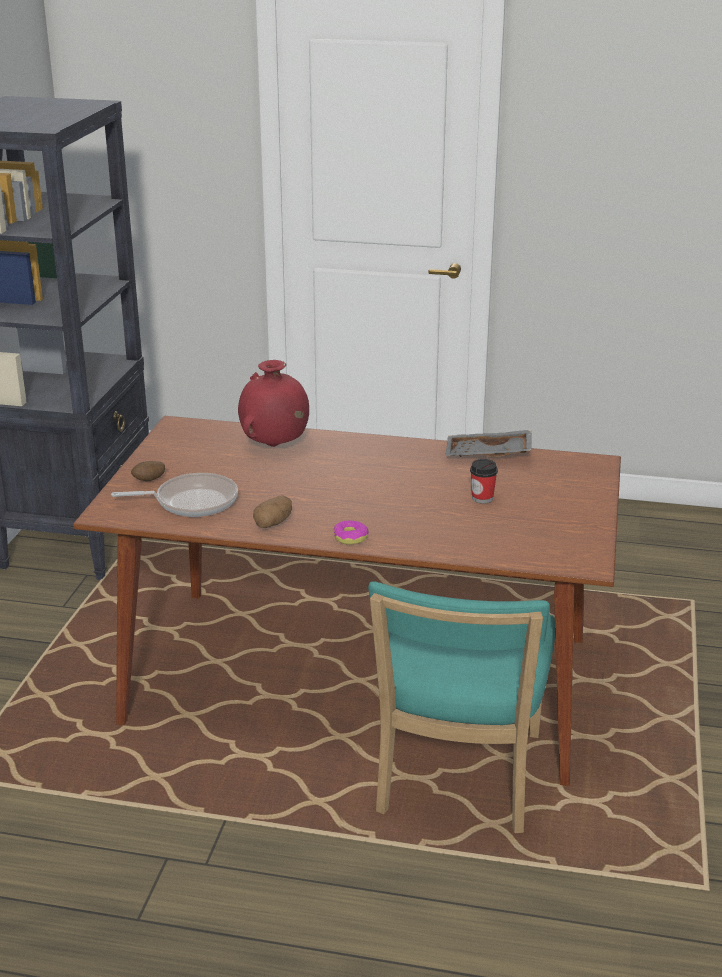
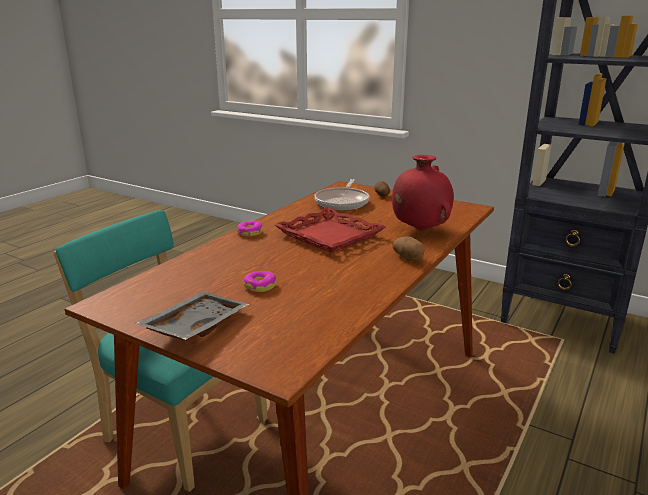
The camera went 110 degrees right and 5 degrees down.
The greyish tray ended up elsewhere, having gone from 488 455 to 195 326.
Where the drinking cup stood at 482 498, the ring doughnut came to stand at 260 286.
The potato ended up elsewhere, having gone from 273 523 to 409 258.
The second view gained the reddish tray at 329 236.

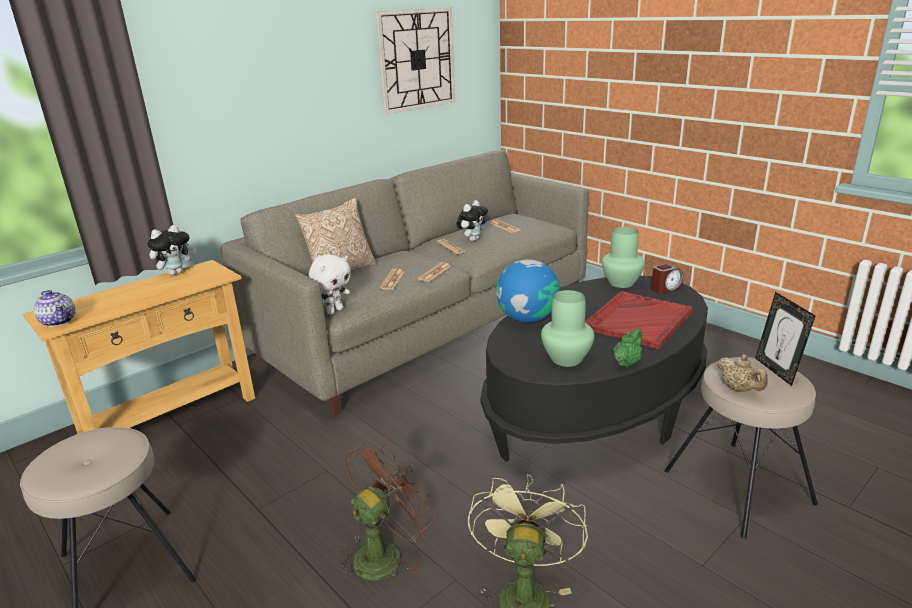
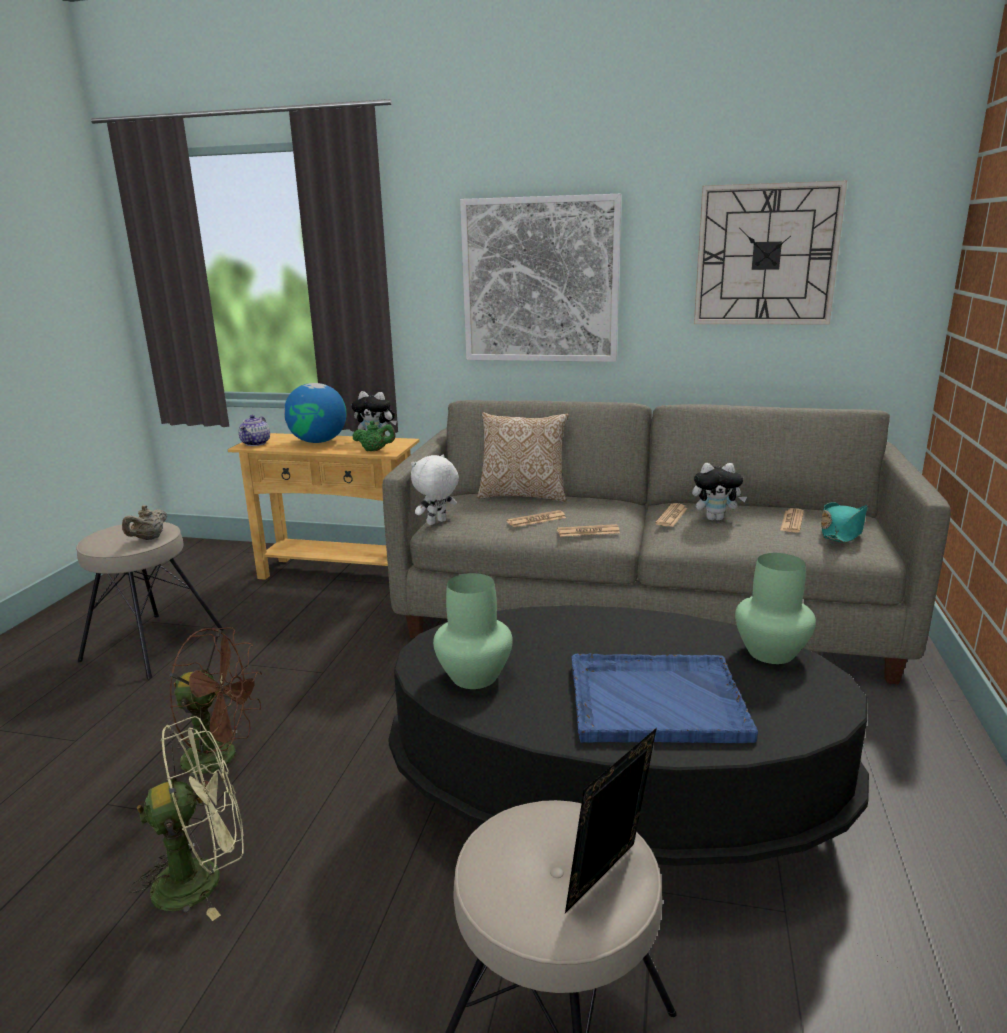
The camera went 55 degrees right and 5 degrees down.
The whitish cuddly toy at 334 311 ended up facing another way, 135 degrees clockwise from before.
The globe ended up elsewhere, having gone from 527 318 to 318 441.
The second view lost the bedside clock at 665 288.
What was the reddish tray at 637 321 turned into the bluish tray at 654 700.
The greenish tea pot ended up elsewhere, having gone from 626 362 to 375 450.
The beige-coloured tea pot ended up elsewhere, having gone from 739 389 to 149 539.
The second view gained the wall picture at 540 281.
The second view gained the blue-green hat at 841 532.

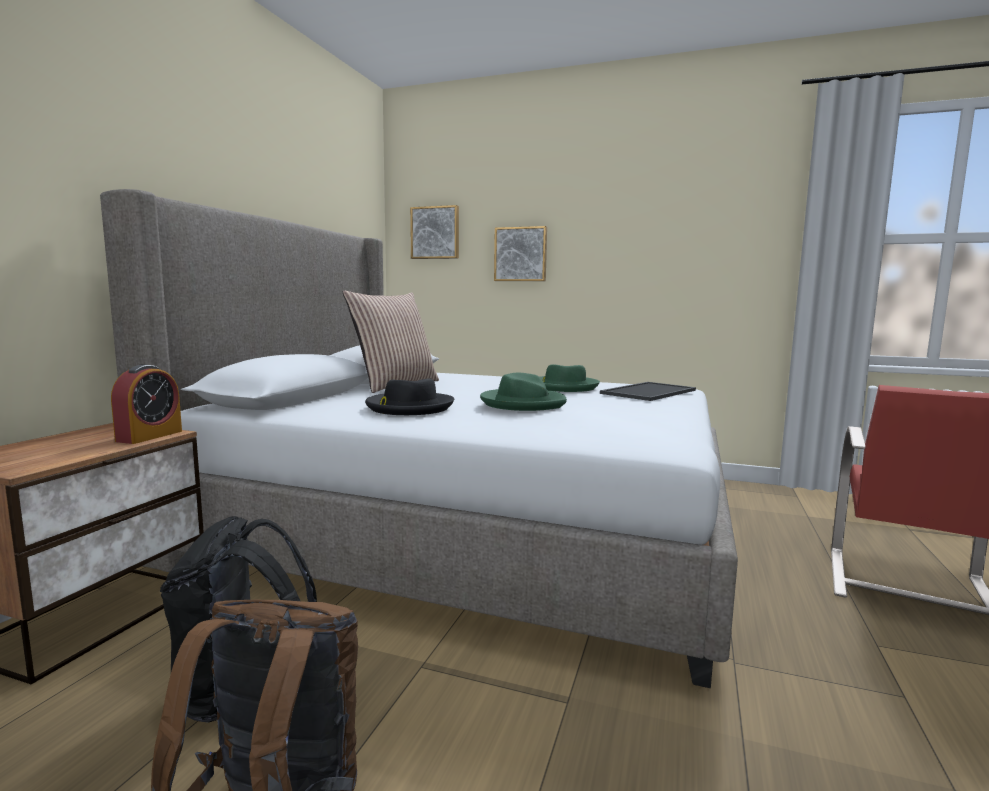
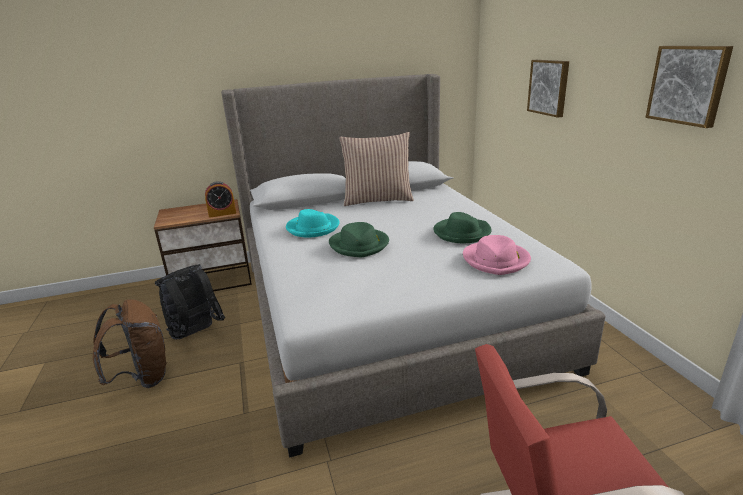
The camera went 55 degrees right and 15 degrees up.
The wall picture ended up elsewhere, having gone from 435 233 to 688 85.
What was the black hat at 409 407 turned into the blue-green hat at 313 228.
Where the tray stood at 648 391, the pink hat came to stand at 496 260.

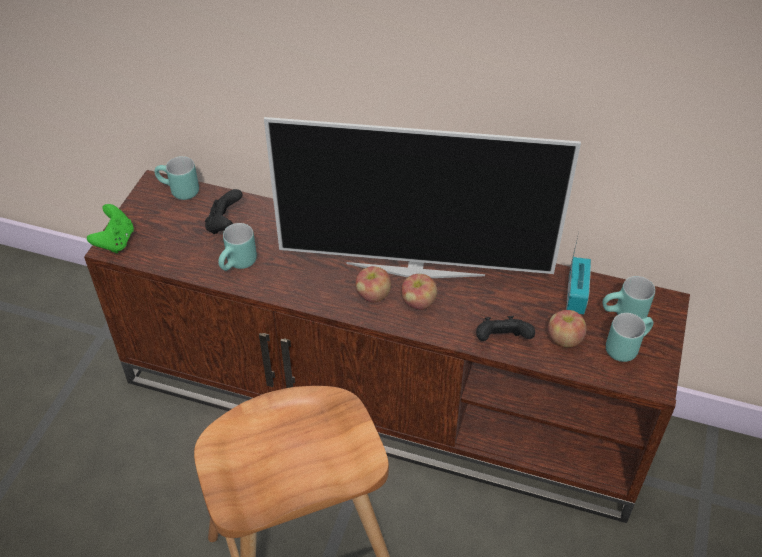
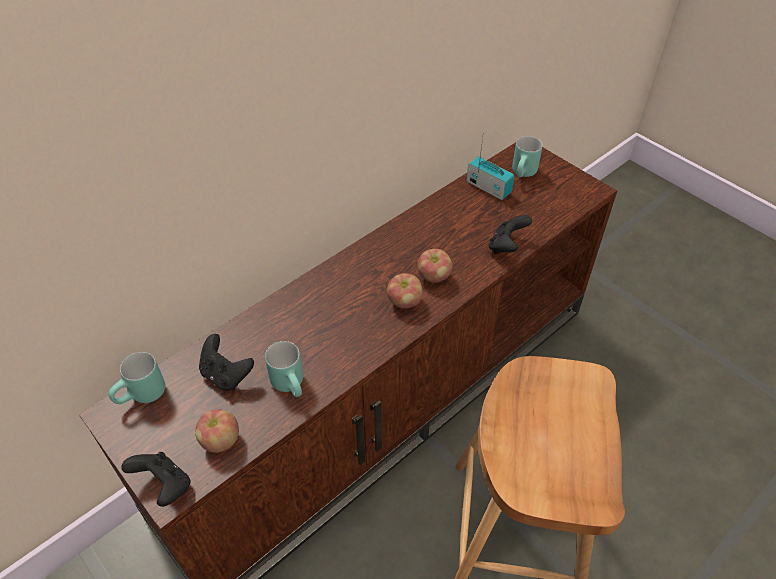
The camera went 60 degrees left and 0 degrees up.
The second view lost the TV at 415 268.
What was the greenish joypad at 115 241 turned into the black joypad at 164 486.
The apple fruit ended up elsewhere, having gone from 564 339 to 220 441.
The second view lost the blue-green mug at 625 345.

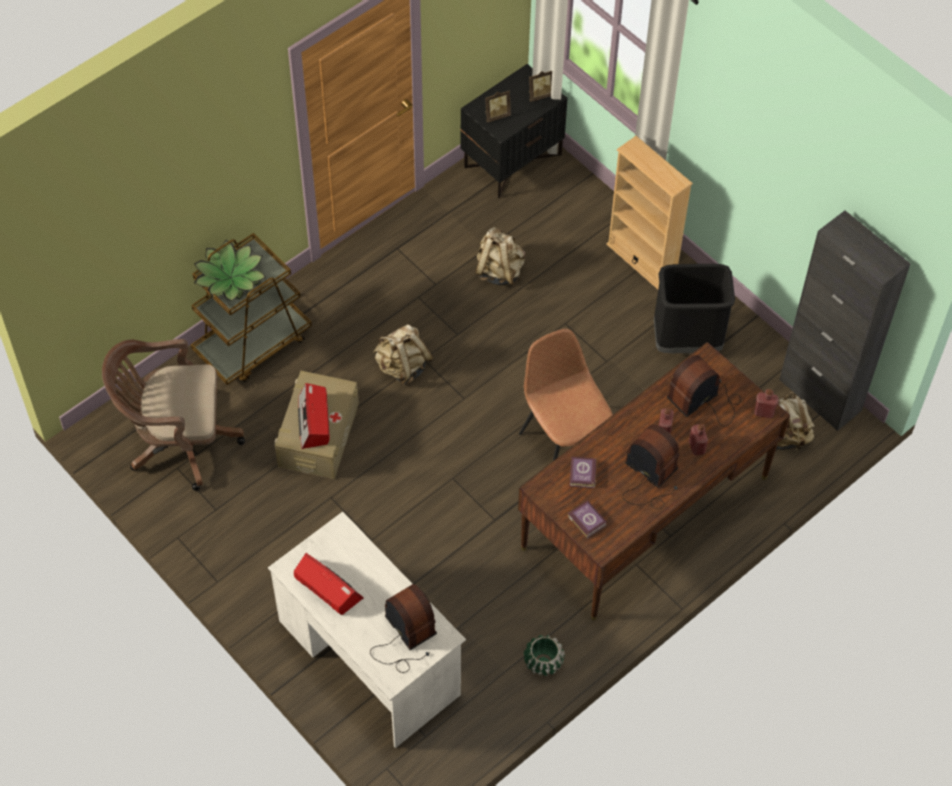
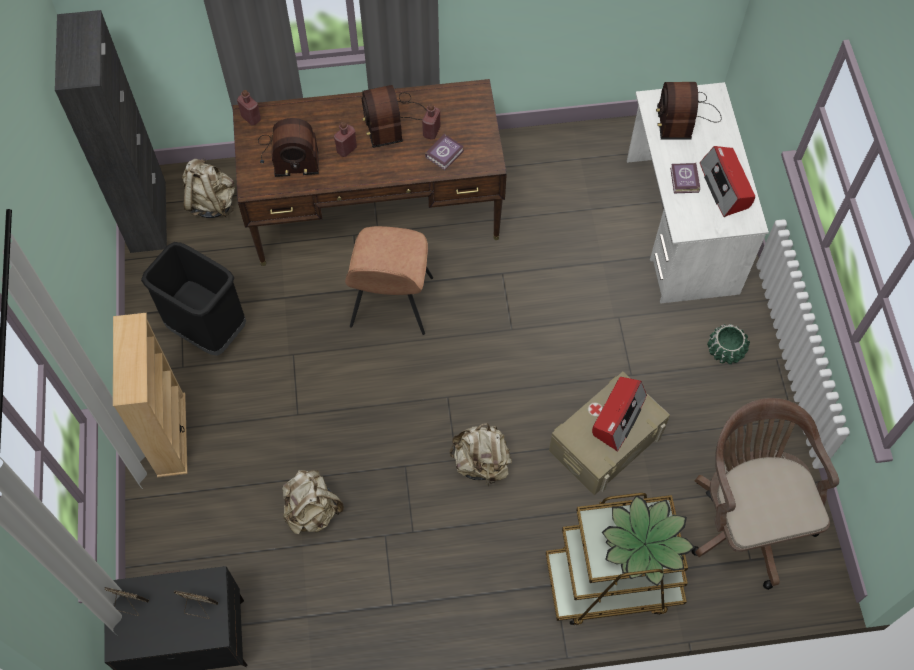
The camera went 145 degrees left and 5 degrees up.
The brownish computer chair at 177 441 ended up facing another way, 135 degrees counterclockwise from before.
The reddish bottle ended up elsewhere, having gone from 696 447 to 431 132.
The bound book ended up elsewhere, having gone from 587 520 to 684 181.
The greenish plant pot ended up elsewhere, having gone from 543 662 to 725 350.

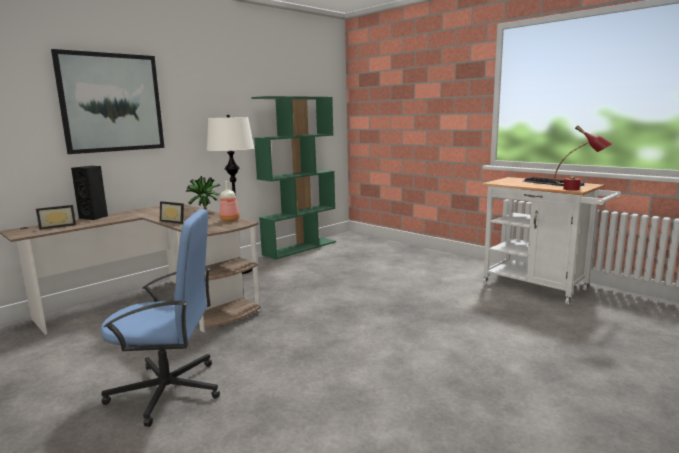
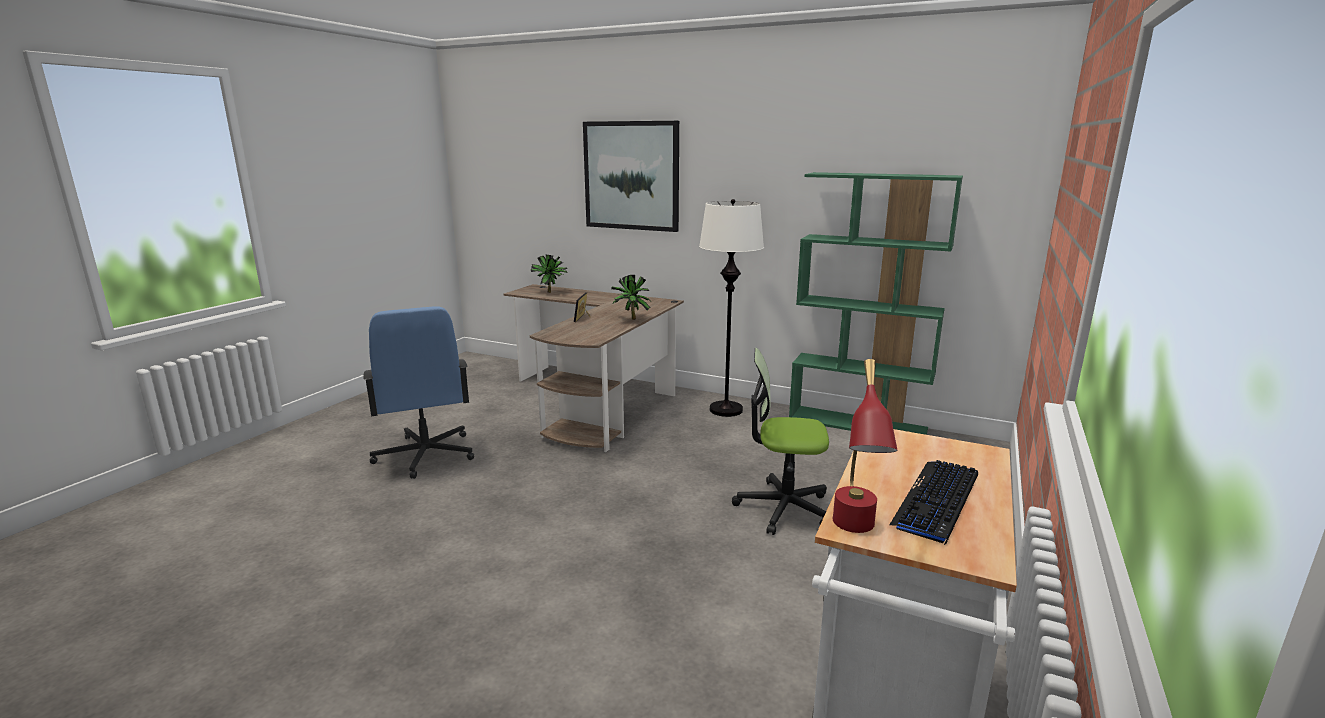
The camera went 70 degrees right and 5 degrees up.
The second view lost the black audio speaker at 94 217.
The second view lost the bottle at 230 220.
Where the photo frame stood at 57 226, the plant in a pot came to stand at 551 292.
The second view gained the computer chair at 783 508.

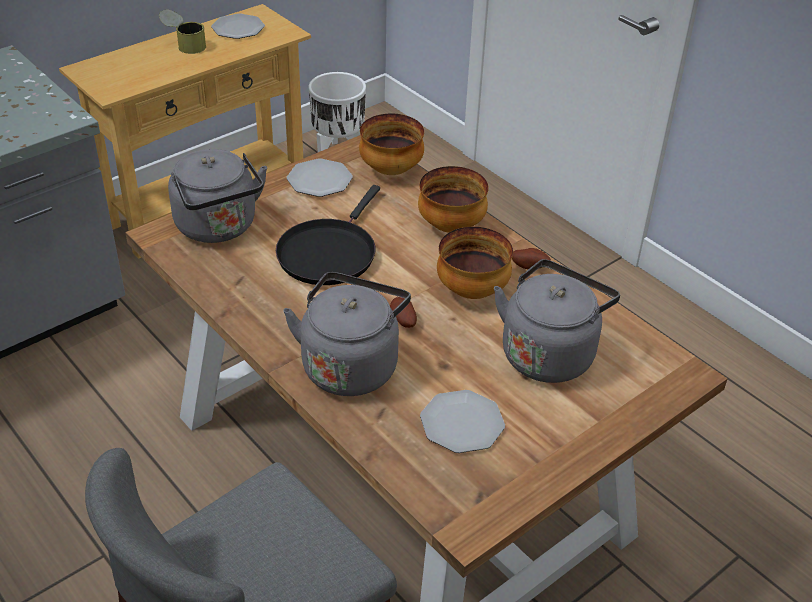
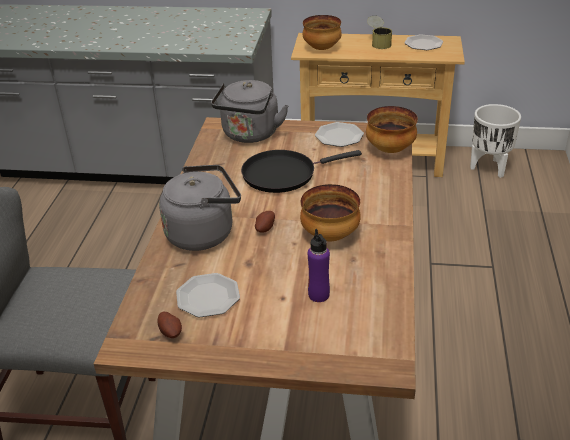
The camera went 50 degrees right and 5 degrees down.
The serving bowl ended up elsewhere, having gone from 452 226 to 322 48.
The potato ended up elsewhere, having gone from 529 266 to 171 332.
Where the greyish water kettle stood at 549 353, the purplish bottle came to stand at 318 295.

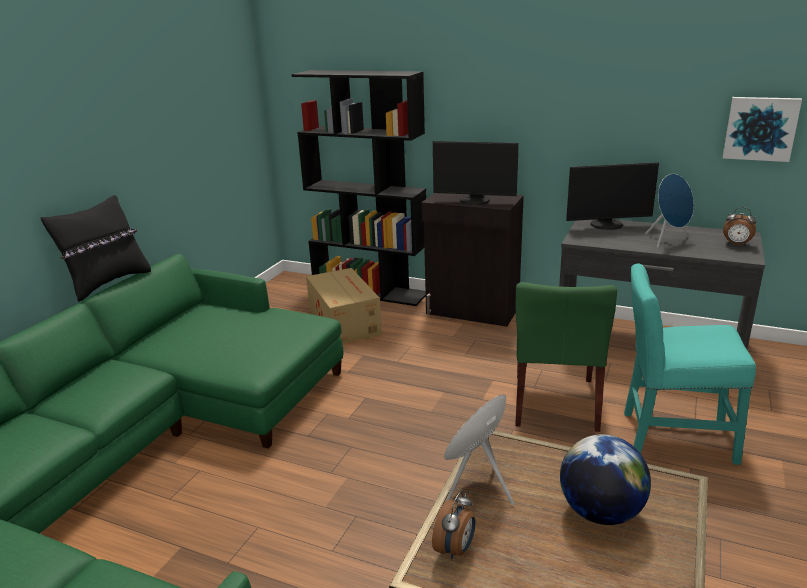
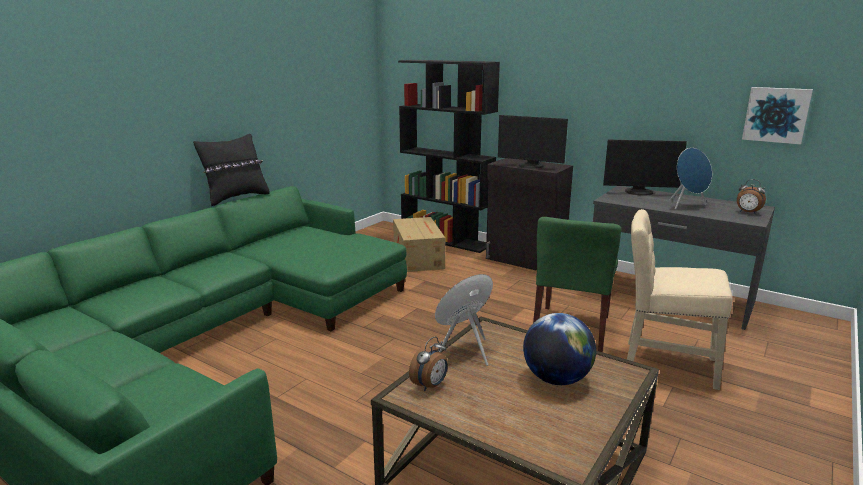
The camera went 10 degrees right and 5 degrees down.
What was the blue-green chair at 671 437 turned into the beige-coloured chair at 663 364.

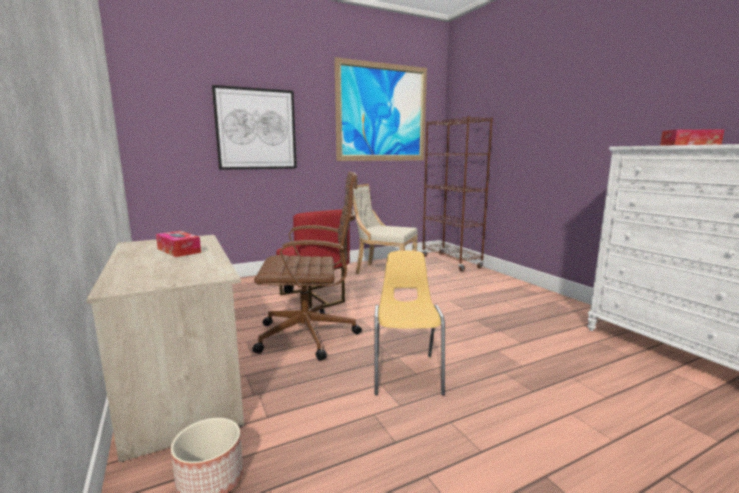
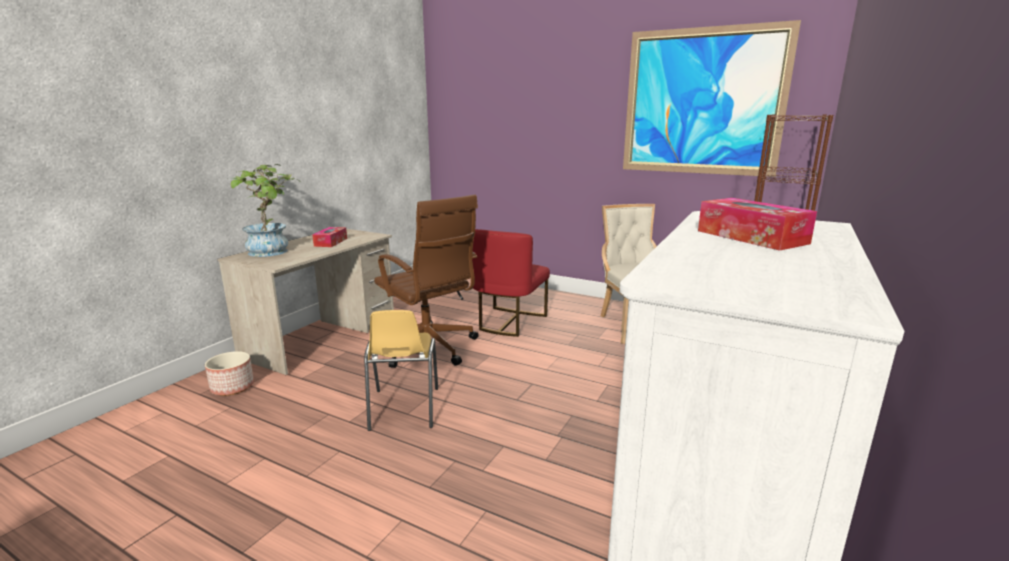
The camera went 55 degrees right and 5 degrees up.
The second view lost the wall picture at 256 129.
The yellow chair at 406 373 ended up facing another way, 120 degrees clockwise from before.
The second view gained the plant in a pot at 272 252.

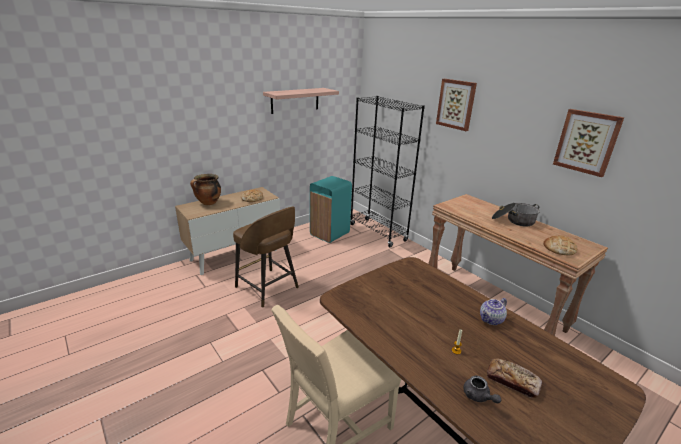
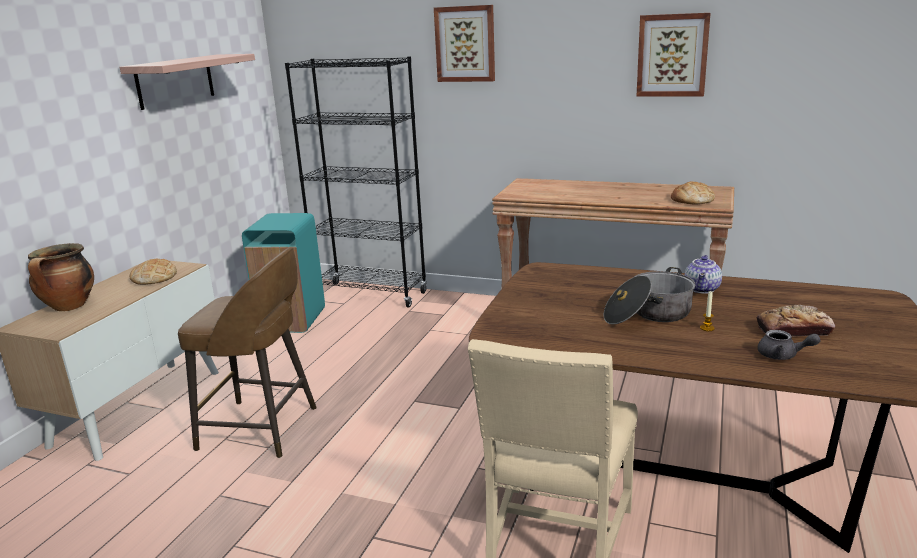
The camera went 30 degrees left and 5 degrees down.
The cooking pot ended up elsewhere, having gone from 513 220 to 648 314.

